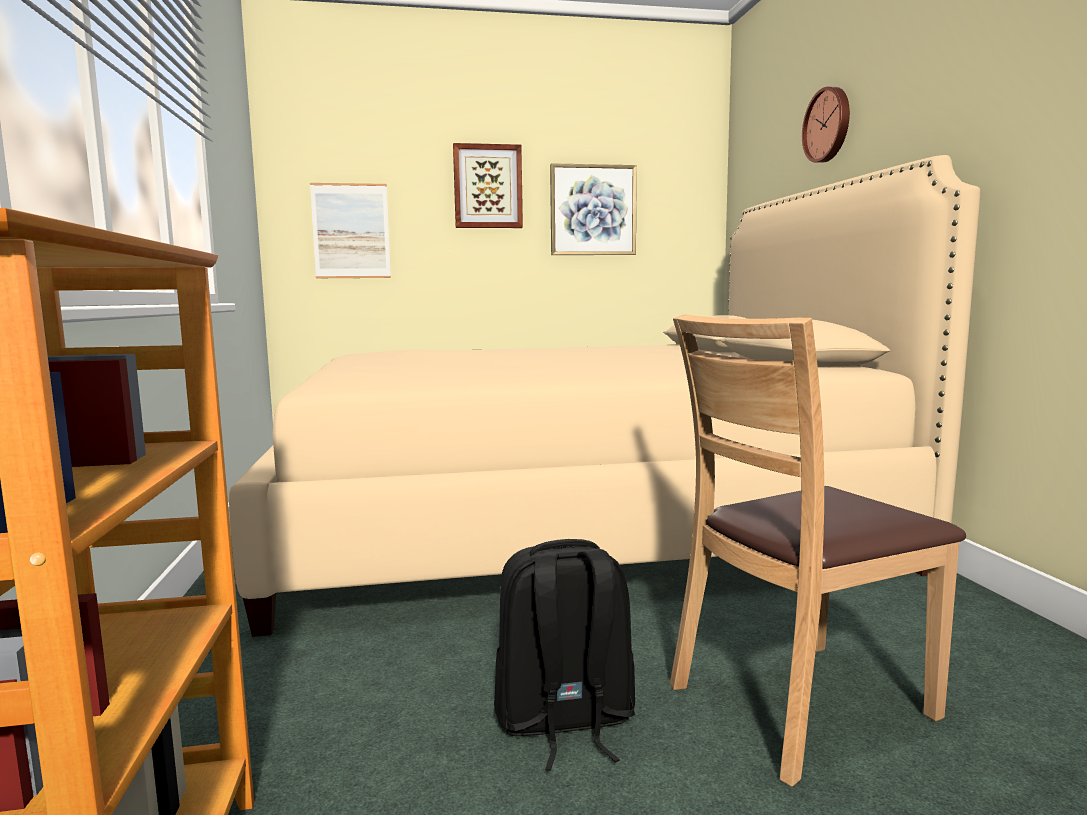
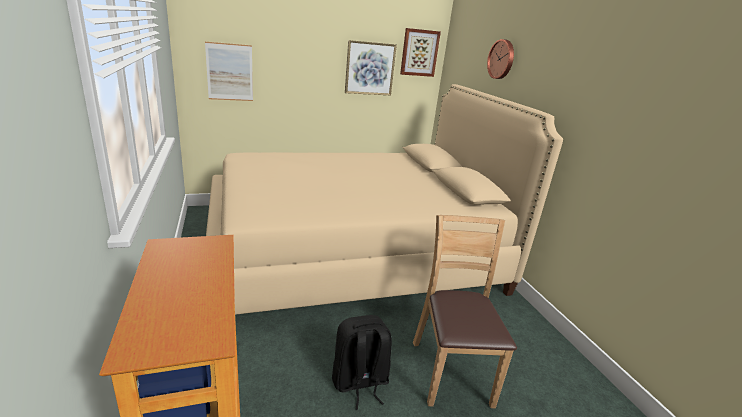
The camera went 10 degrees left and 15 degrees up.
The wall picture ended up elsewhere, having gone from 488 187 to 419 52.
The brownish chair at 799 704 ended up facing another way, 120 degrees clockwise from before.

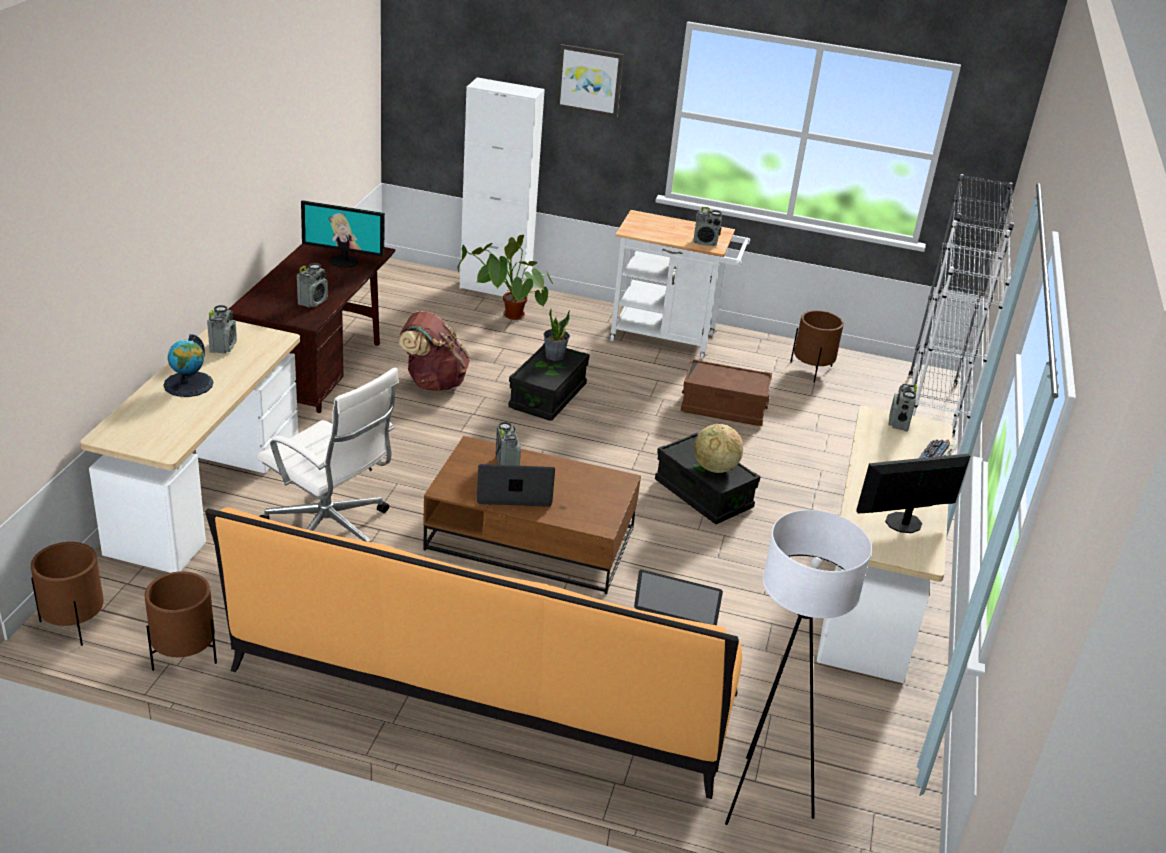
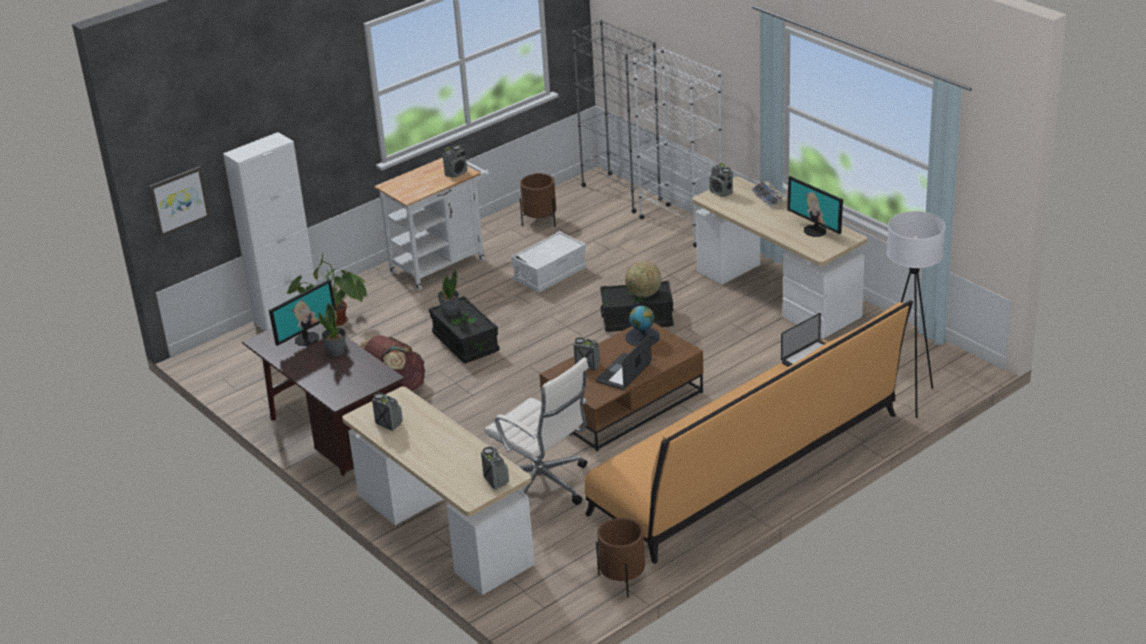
The camera went 50 degrees left and 0 degrees up.
The wall picture ended up elsewhere, having gone from 589 80 to 179 201.
The radio set ended up elsewhere, having gone from 313 301 to 496 480.
The globe ended up elsewhere, having gone from 188 384 to 642 337.
What was the brownish storage box at 723 408 turned into the whitish storage box at 550 274.
The whitish computer chair at 330 532 ended up facing another way, 60 degrees clockwise from before.
The monitor at 903 523 ended up facing another way, 60 degrees counterclockwise from before.
The second view lost the brownish plant pot at 74 624.
The second view gained the plant in a pot at 336 352.

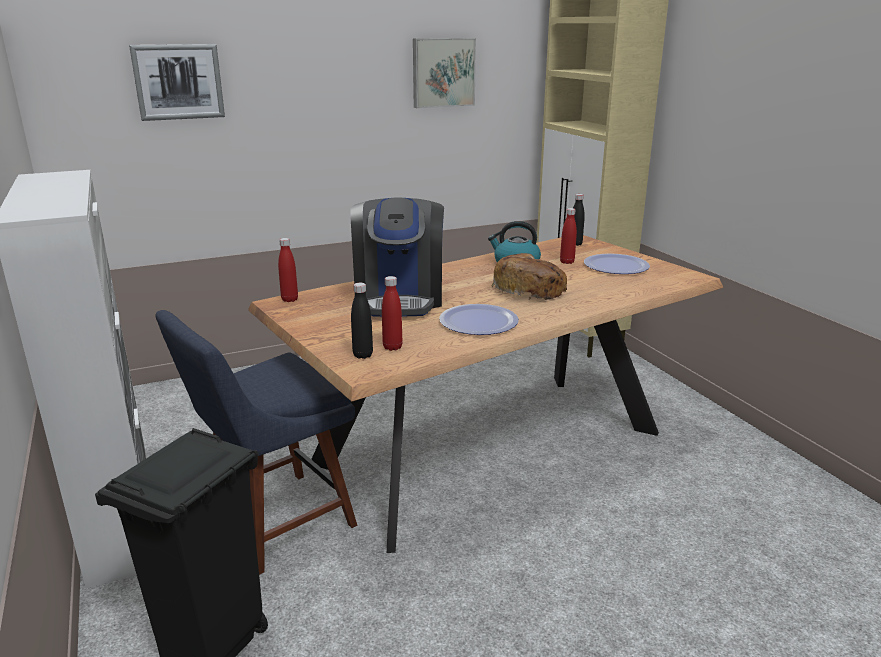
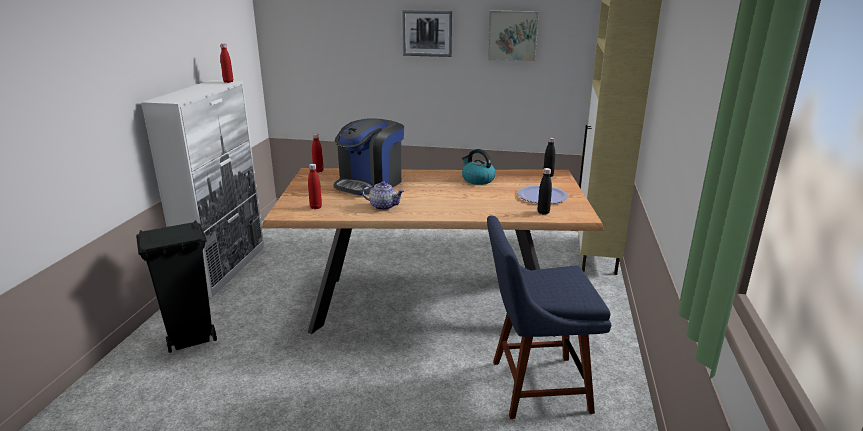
The camera went 35 degrees right and 0 degrees up.
The wall picture ended up elsewhere, having gone from 178 82 to 427 33.
The reddish bottle ended up elsewhere, having gone from 567 262 to 228 82.
The second view lost the bakery bread at 529 289.
The black bottle ended up elsewhere, having gone from 363 355 to 543 212.
Where the dinner plate stood at 478 321, the tea pot came to stand at 384 206.
The bluish chair ended up elsewhere, having gone from 273 523 to 534 386.

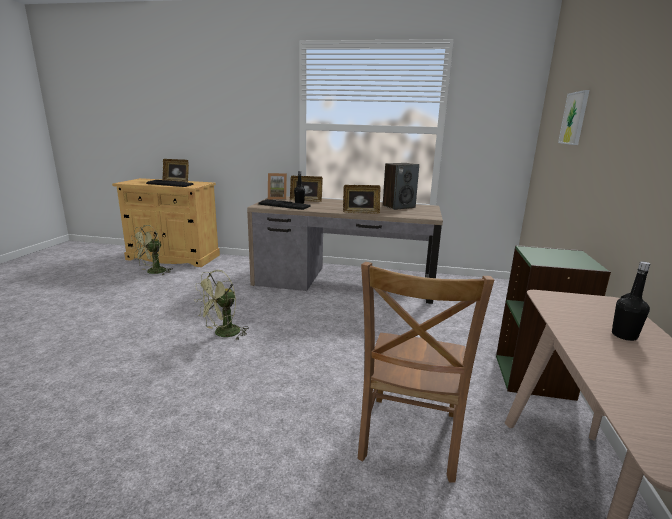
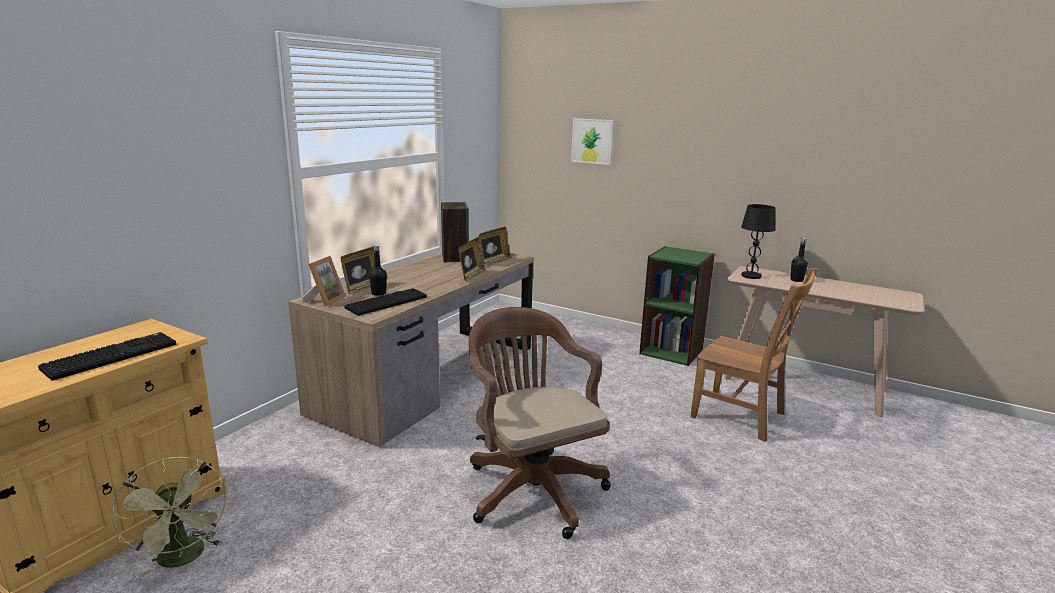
The camera went 70 degrees left and 0 degrees up.
The photo frame ended up elsewhere, having gone from 177 181 to 494 262.
Where the greenish cooling fan stood at 223 334, the brownish computer chair came to stand at 531 487.
The second view gained the black table lamp at 751 276.

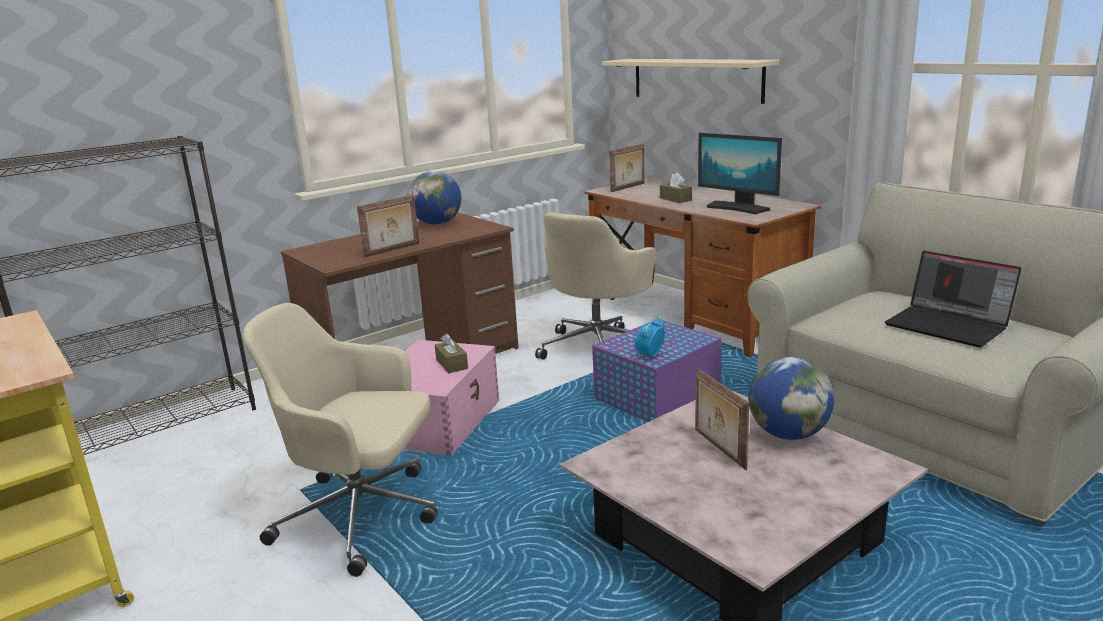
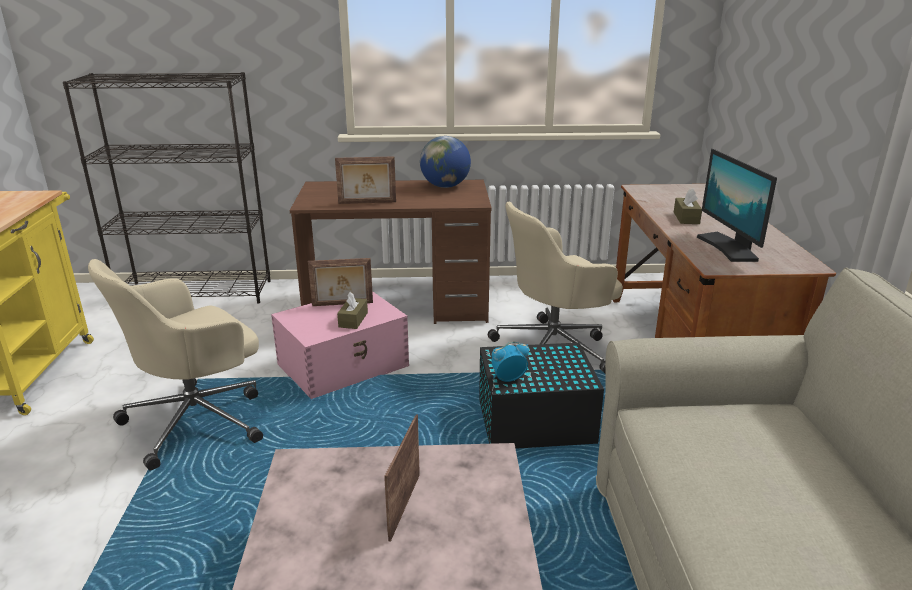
The camera went 35 degrees right and 5 degrees up.
The second view lost the beige-coloured bracket shelf at 696 79.
The photo frame ended up elsewhere, having gone from 628 187 to 342 304.
The second view lost the notebook computer at 949 326.
The beige-coloured computer chair at 362 517 ended up facing another way, 90 degrees counterclockwise from before.
What was the purplish storage box at 656 396 turned into the black storage box at 533 420.
The second view lost the globe at 788 434.

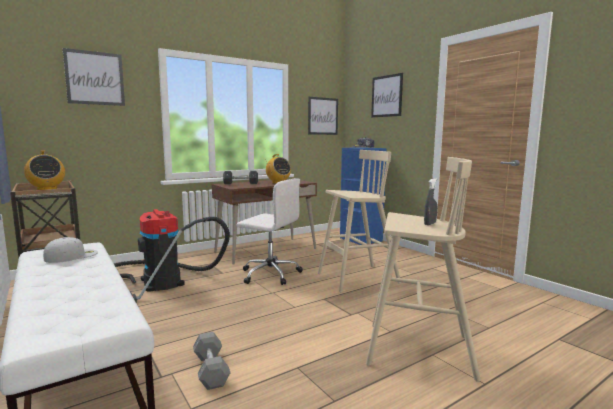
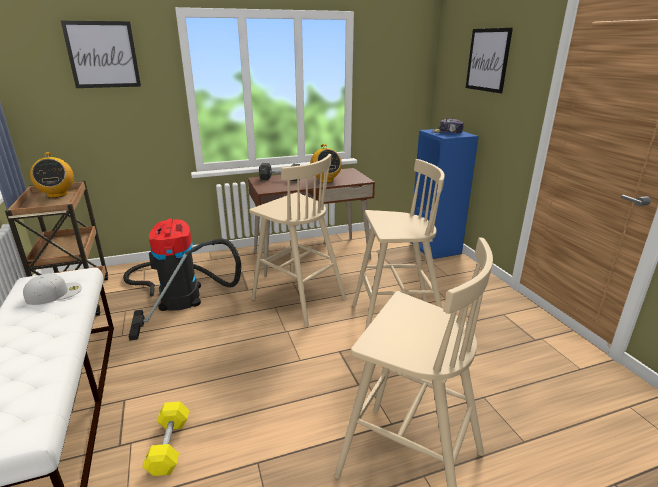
The camera went 15 degrees right and 15 degrees up.
The second view lost the wall picture at 323 116.
Where the whitish computer chair stood at 269 274, the beige-coloured stool seat came to stand at 297 298.
The second view lost the greyish sprayer at 430 224.
What was the greyish free weight at 211 370 turned into the yellow free weight at 169 446.

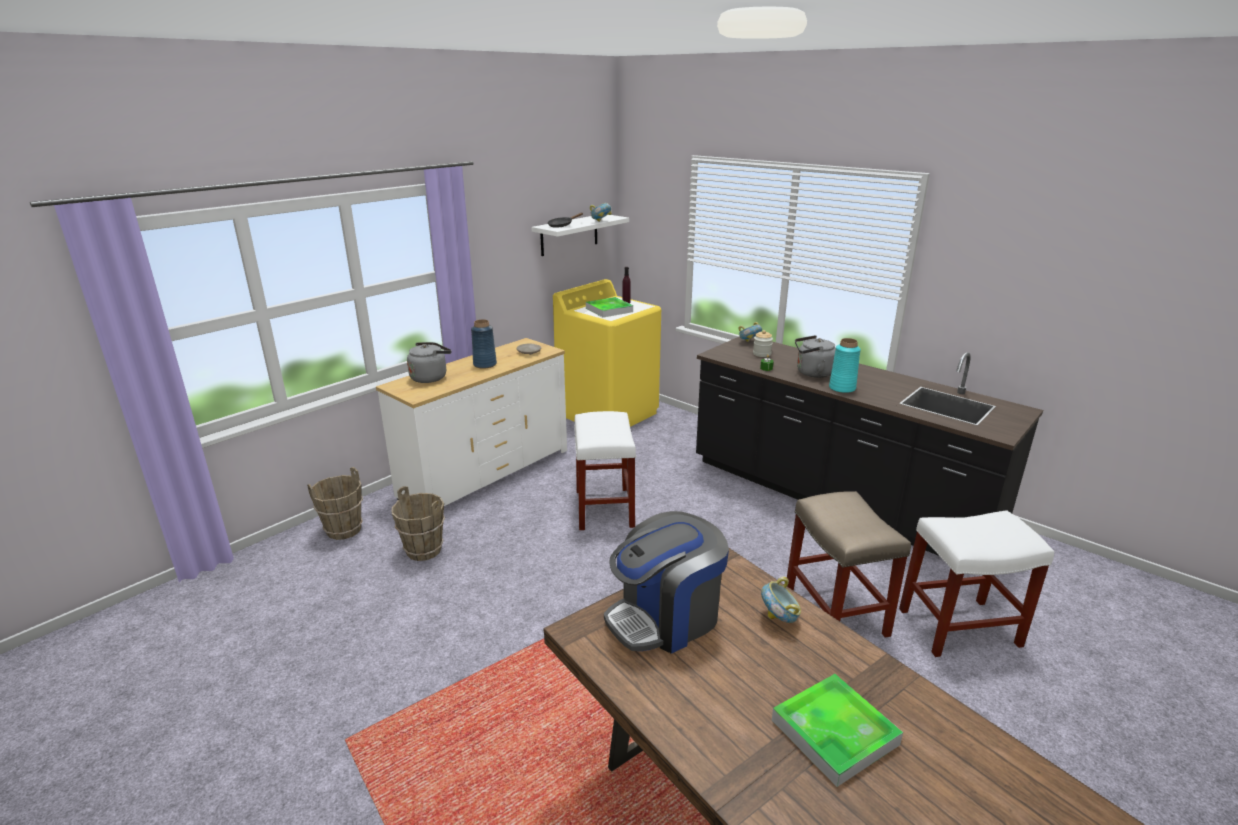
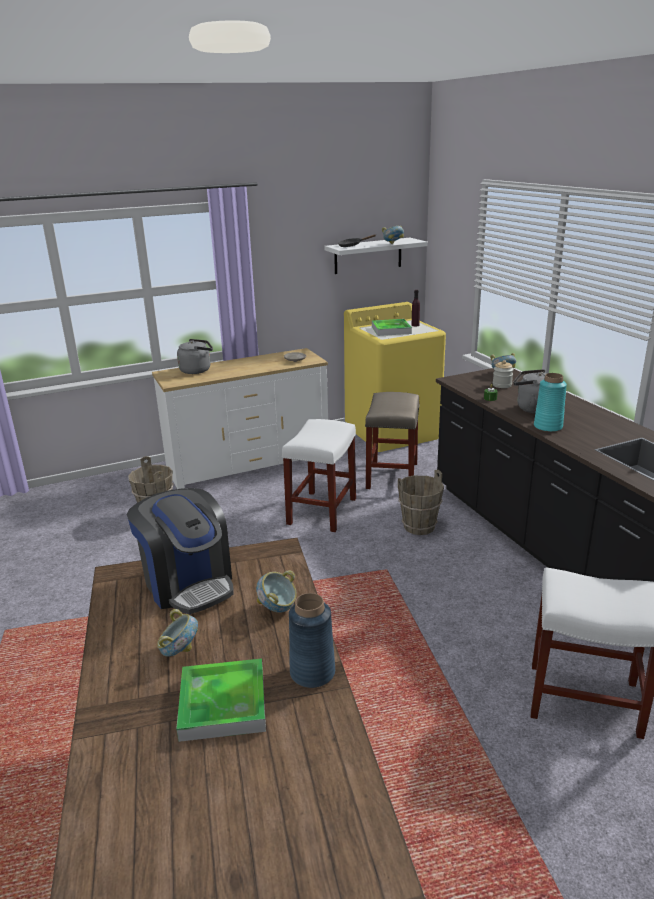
The camera went 25 degrees right and 0 degrees up.
The bluish decorative vase ended up elsewhere, having gone from 485 364 to 312 673.
The brownish pail ended up elsewhere, having gone from 344 530 to 419 527.
The beige-coloured stool seat ended up elsewhere, having gone from 836 612 to 392 476.
The coffee machine at 665 618 ended up facing another way, 120 degrees counterclockwise from before.
The second view gained the serving bowl at 180 652.

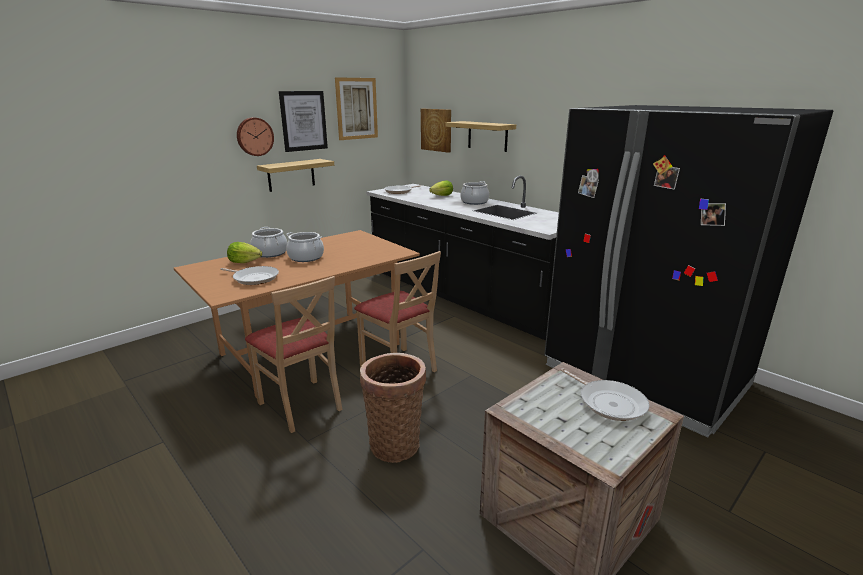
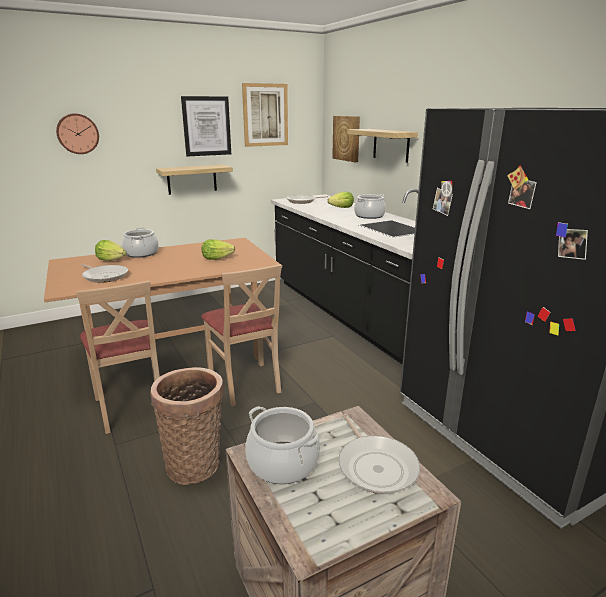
The camera went 15 degrees right and 0 degrees up.
The clock on the wall ended up elsewhere, having gone from 254 136 to 77 134.
The cooking pot ended up elsewhere, having gone from 306 257 to 283 462.
The second view gained the lettuce at 216 258.

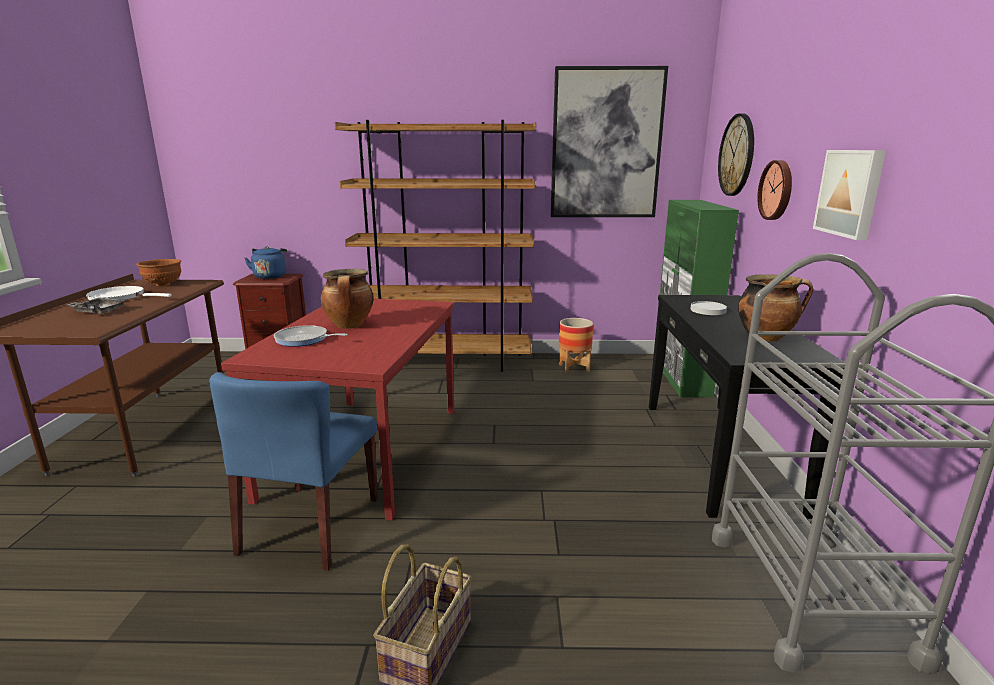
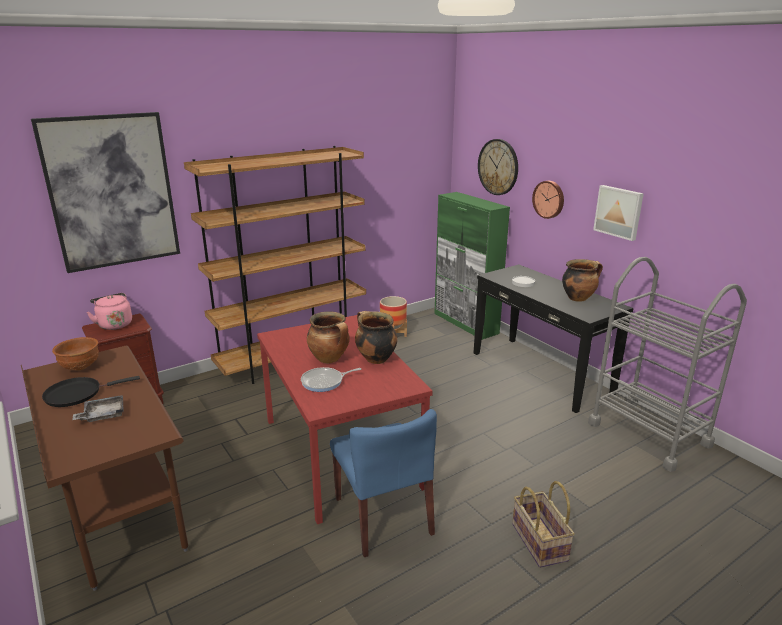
The camera went 35 degrees left and 5 degrees up.
The wall picture ended up elsewhere, having gone from 606 144 to 112 192.
What was the bluish water kettle at 270 276 turned into the pink water kettle at 114 324.
What was the whitish frying pan at 120 297 turned into the black frying pan at 77 394.
The second view gained the cooking pot at 375 358.

